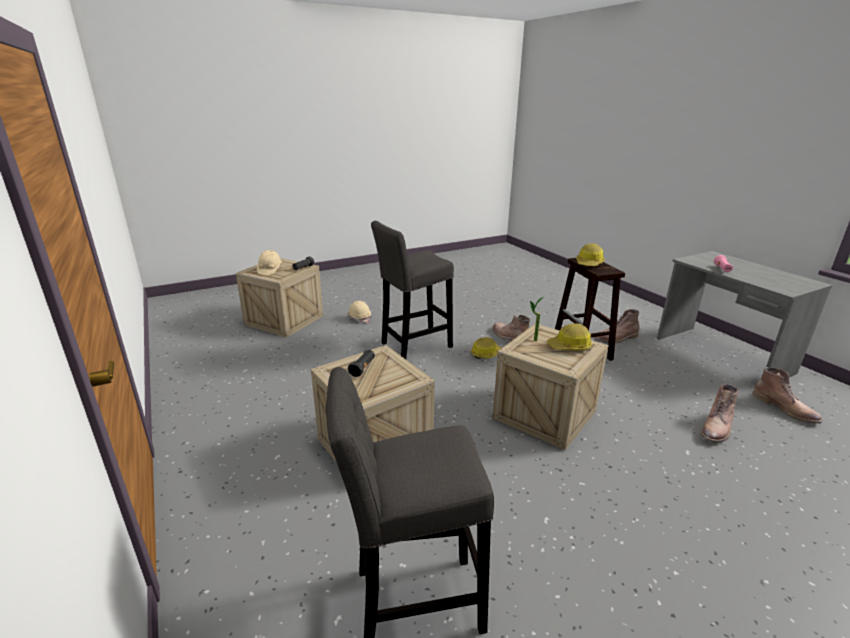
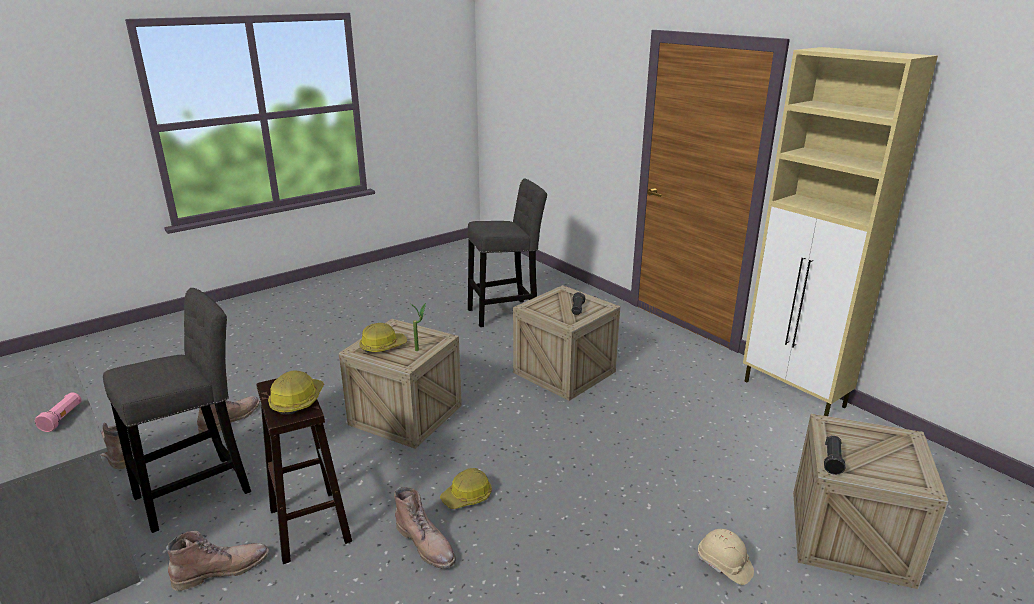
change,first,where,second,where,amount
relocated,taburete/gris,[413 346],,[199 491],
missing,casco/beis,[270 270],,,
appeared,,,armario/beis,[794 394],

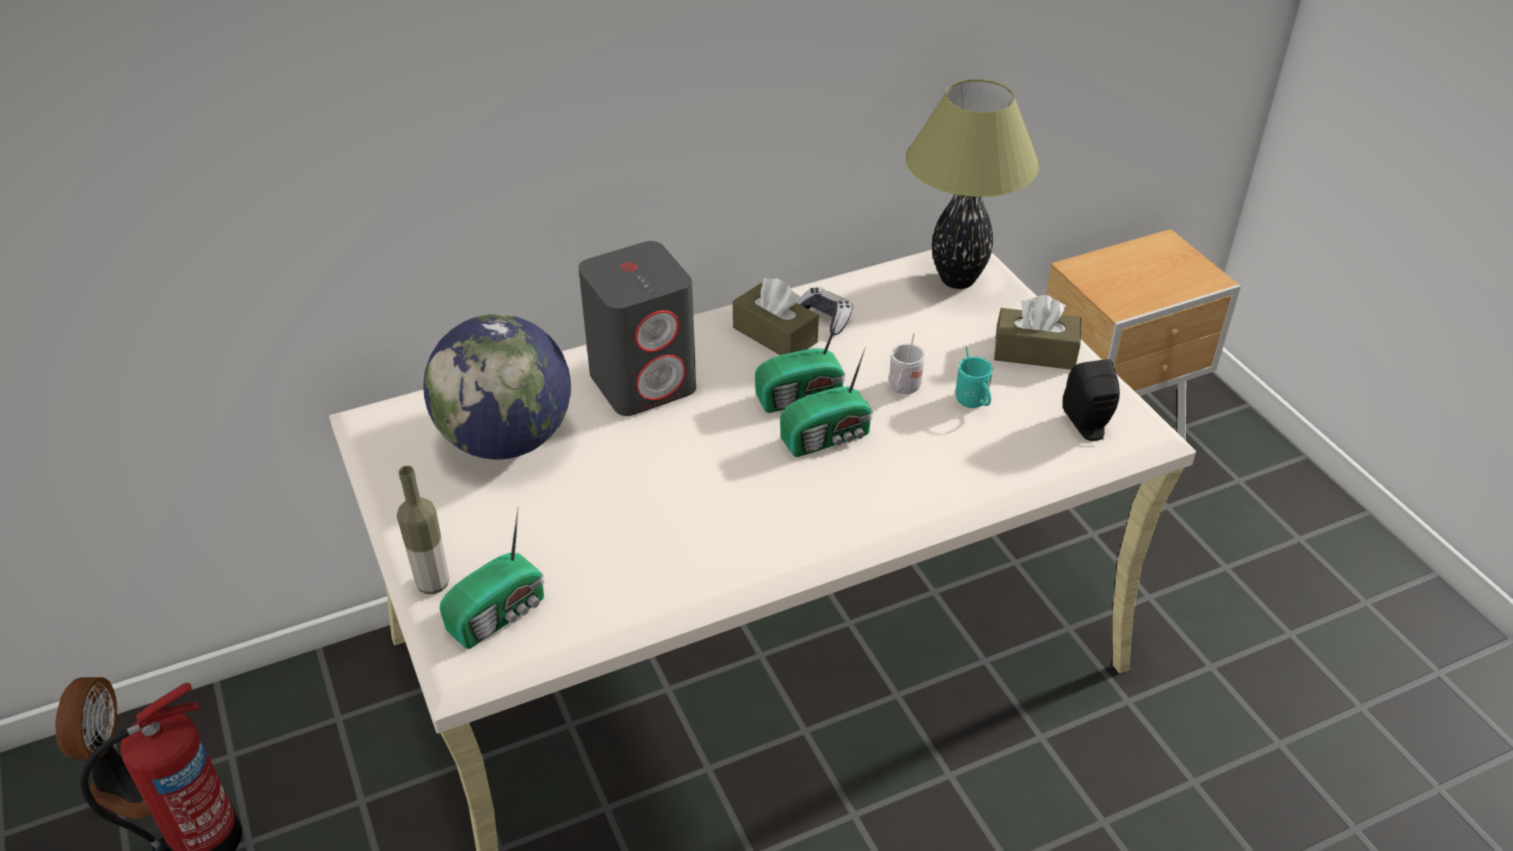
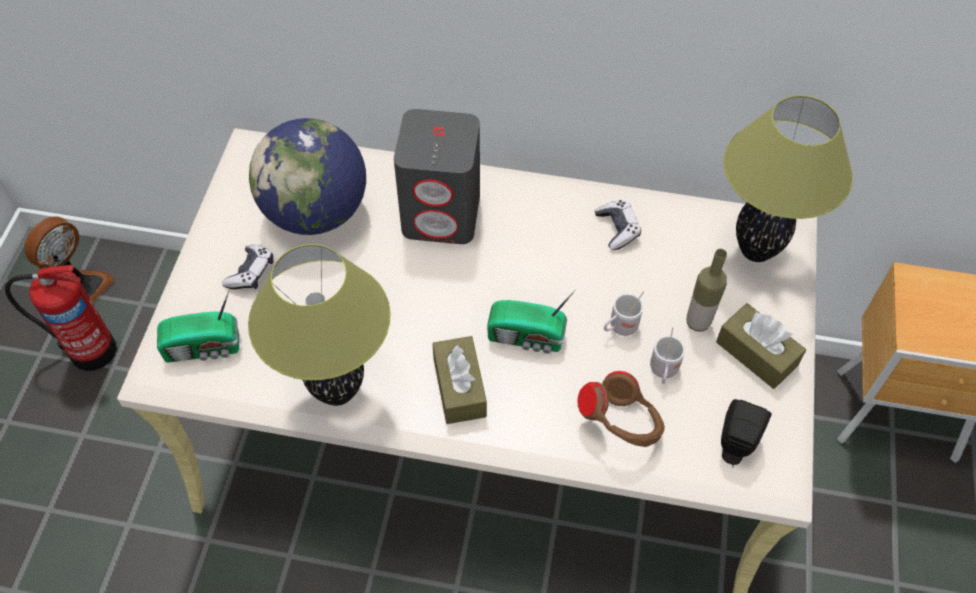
change,first,where,second,where,amount
relocated,caja de pañuelos/marrón,[775 335],,[459 387],
missing,radio,[802 397],,,
colour,taza grande/turquesa,[973 403],taza grande/blanco,[663 372],
relocated,botella,[433 584],,[698 322],
appeared,,,lámpara de mesa,[337 390],
appeared,,,mando de consola,[251 273],
appeared,,,auriculares/marrón,[621 425],

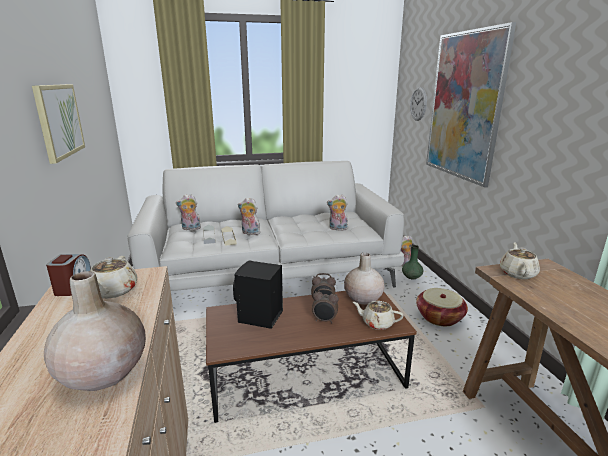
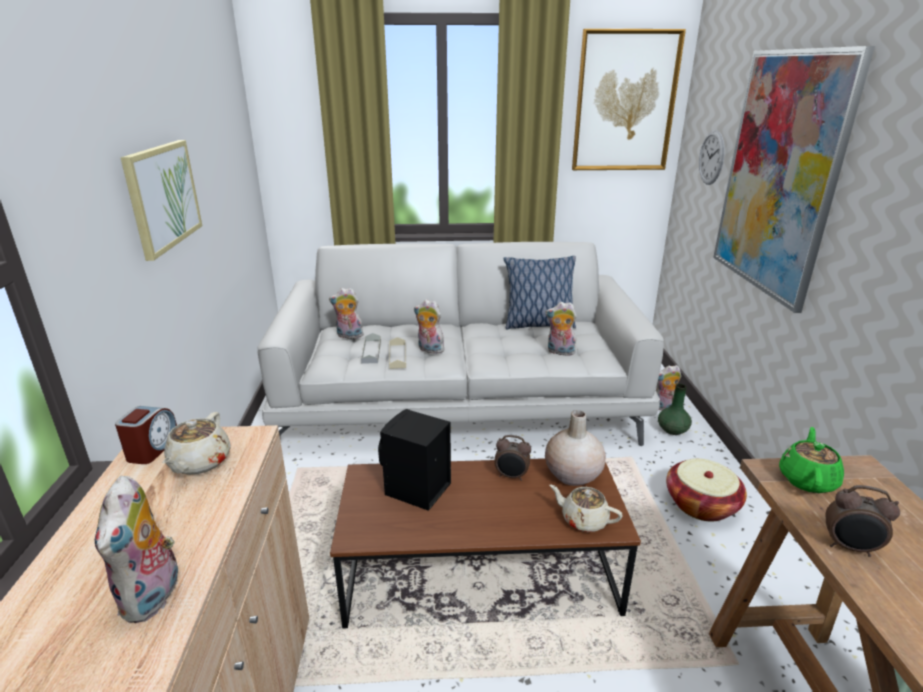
change,first,where,second,where,amount
colour,tetera/beis,[517 273],tetera/verde,[807 479],
exchanged,florero/beis,[103 372],peluche,[154 597],
relocated,despertador,[324 320],,[849 548],
appeared,,,cuadro,[625 102],
appeared,,,cojín,[538 325],

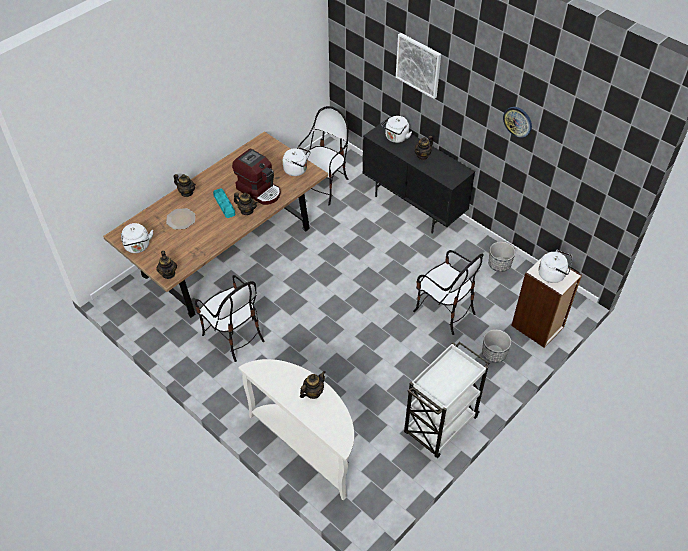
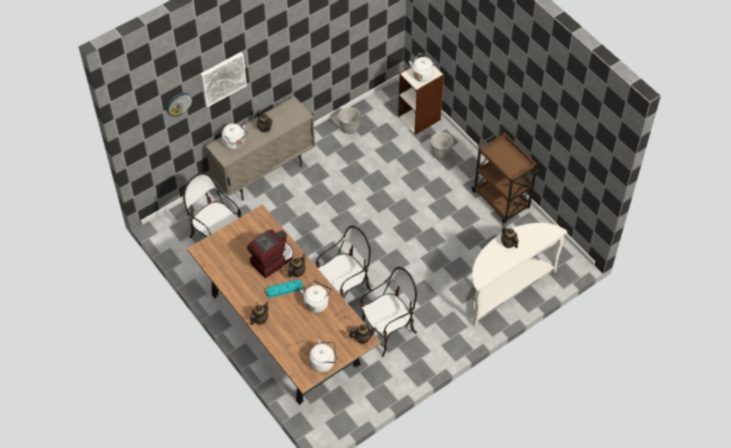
change,first,where,second,where,amount
relocated,reloj de pared,[518 121],,[178 104],
colour,armario/negro,[413 207],armario/beis,[264 173],
relocated,hervidor/blanco,[297 170],,[316 302],
missing,plato,[181 219],,,
relocated,silla,[444 311],,[345 292],
colour,carrito/blanco,[440 426],carrito/marrón,[501 201],

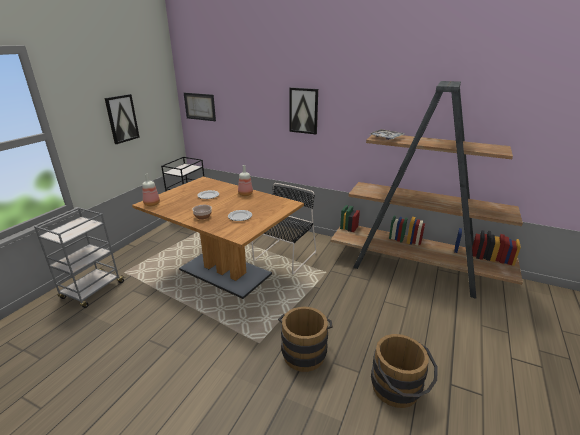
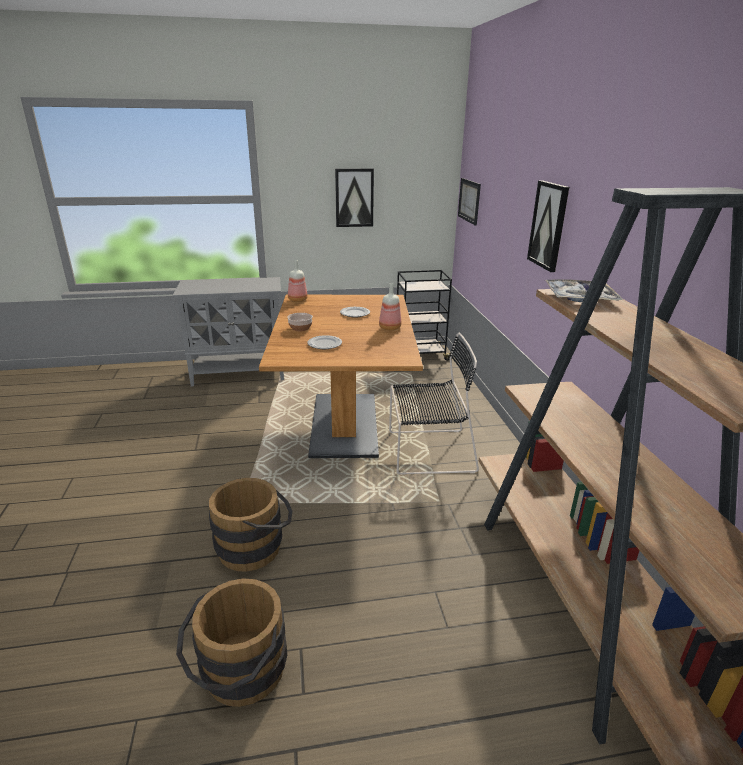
change,first,where,second,where,amount
exchanged,carrito/gris,[92 291],armario/gris,[240 374],

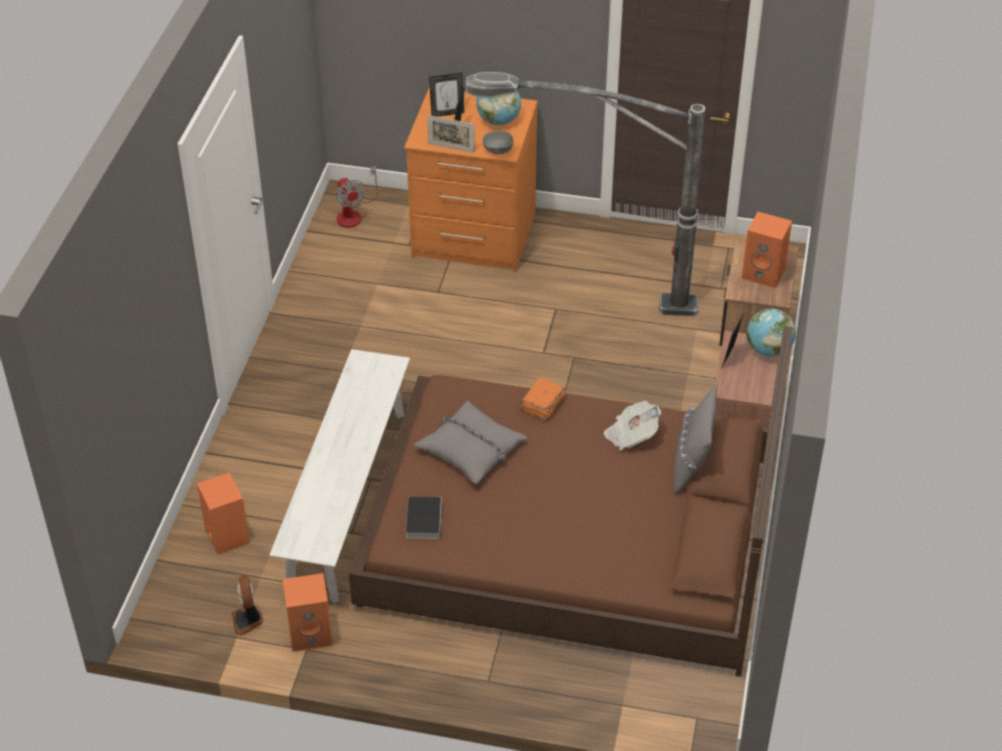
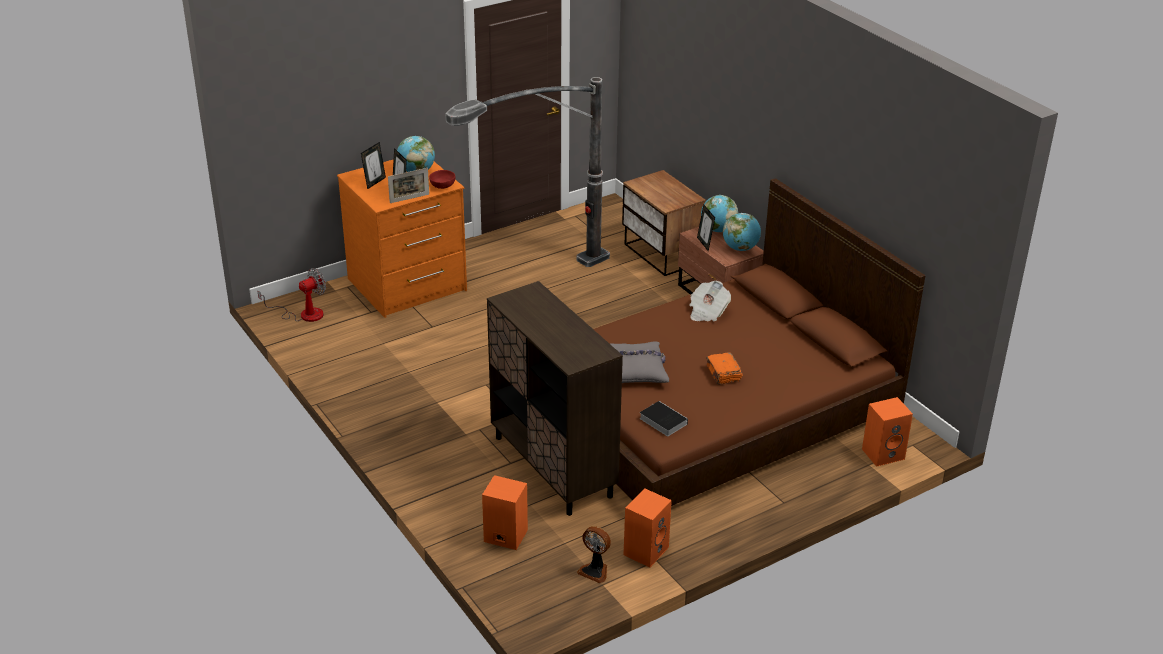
change,first,where,second,where,amount
colour,cuenco/gris,[497 151],cuenco/rojo,[442 187],
spun,ventilador,[353 214],,[303 314],60 degrees counterclockwise
relocated,altavoz/naranja,[764 273],,[883 453],
exchanged,banco/blanco,[348 499],armario/marrón,[553 467],
relocated,libro/naranja,[542 404],,[723 374],
missing,cojín/gris,[692 466],,,
appeared,,,globo terráqueo,[740 248],

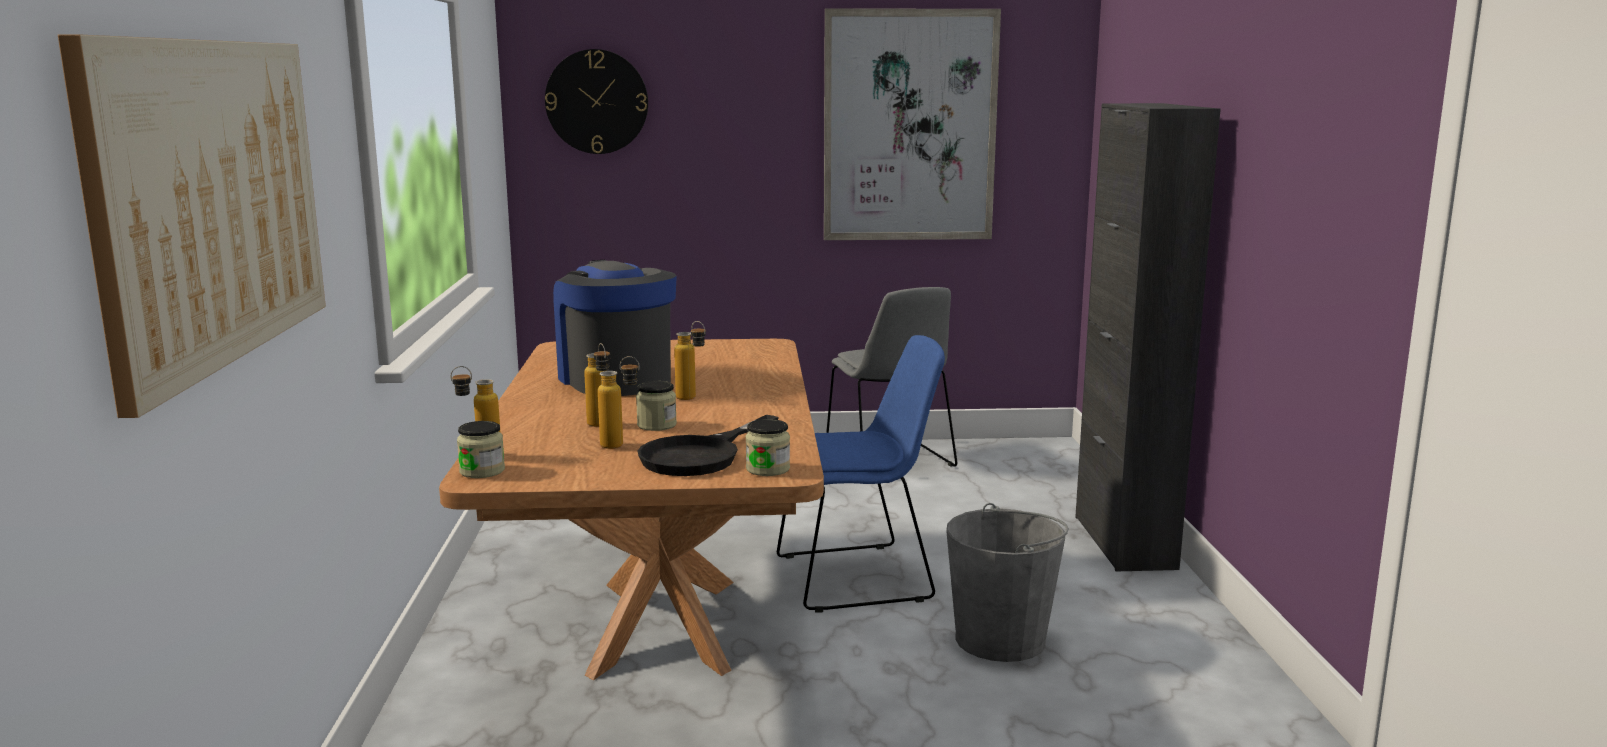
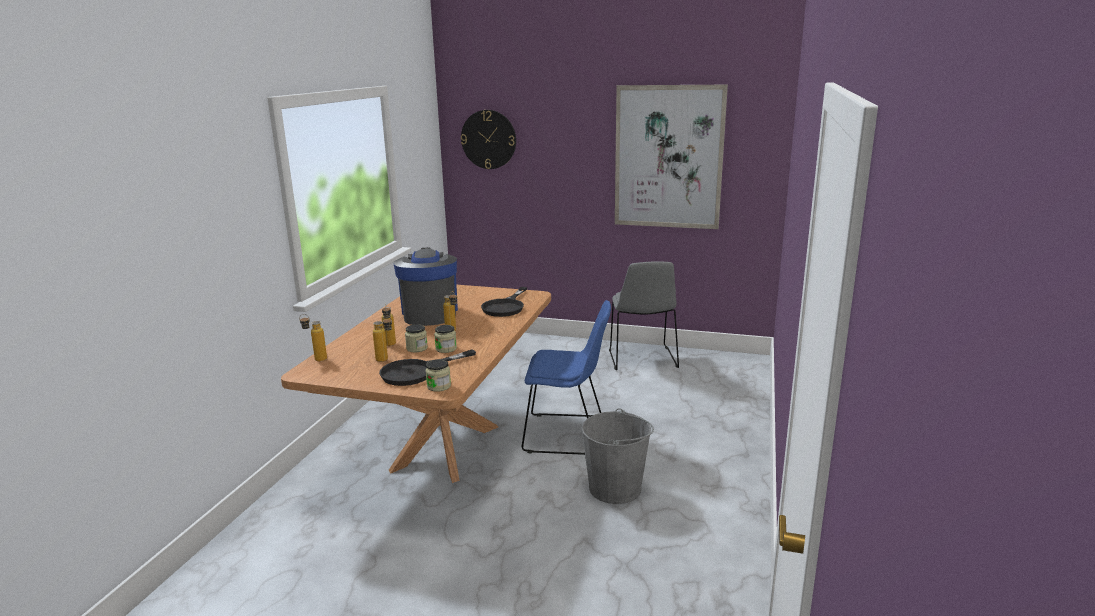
change,first,where,second,where,amount
missing,cuadro,[213 201],,,
missing,armario/negro,[1124 542],,,
relocated,tarro,[482 471],,[446 349],
appeared,,,sartén/negro,[506 307],

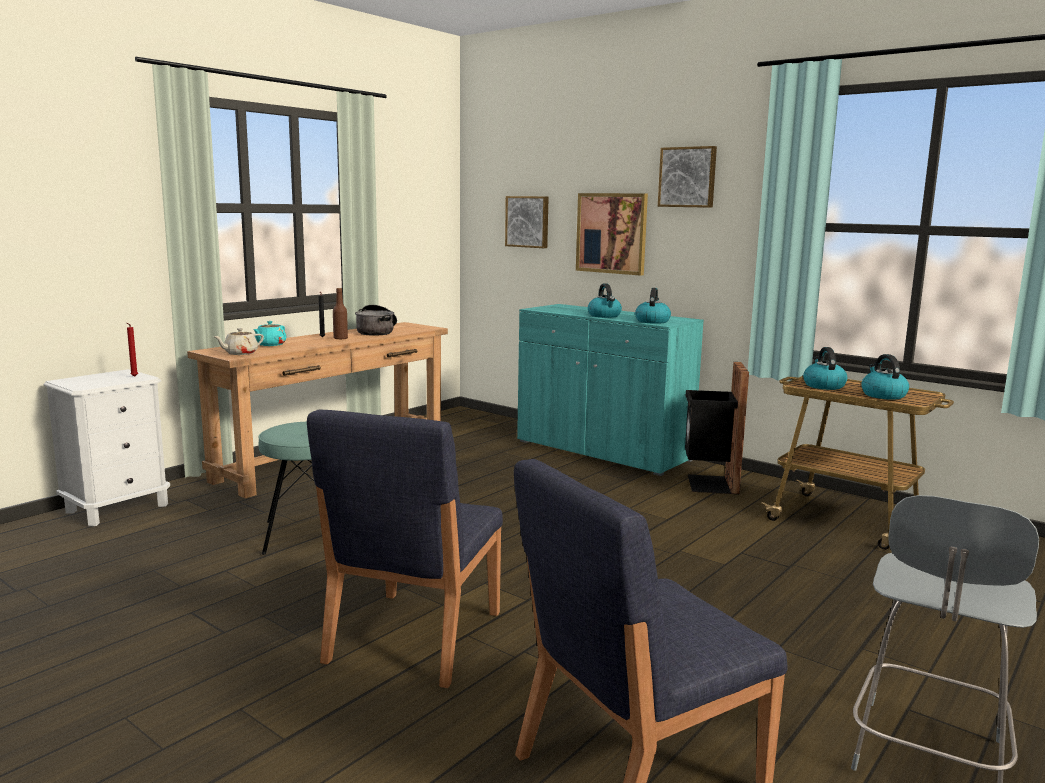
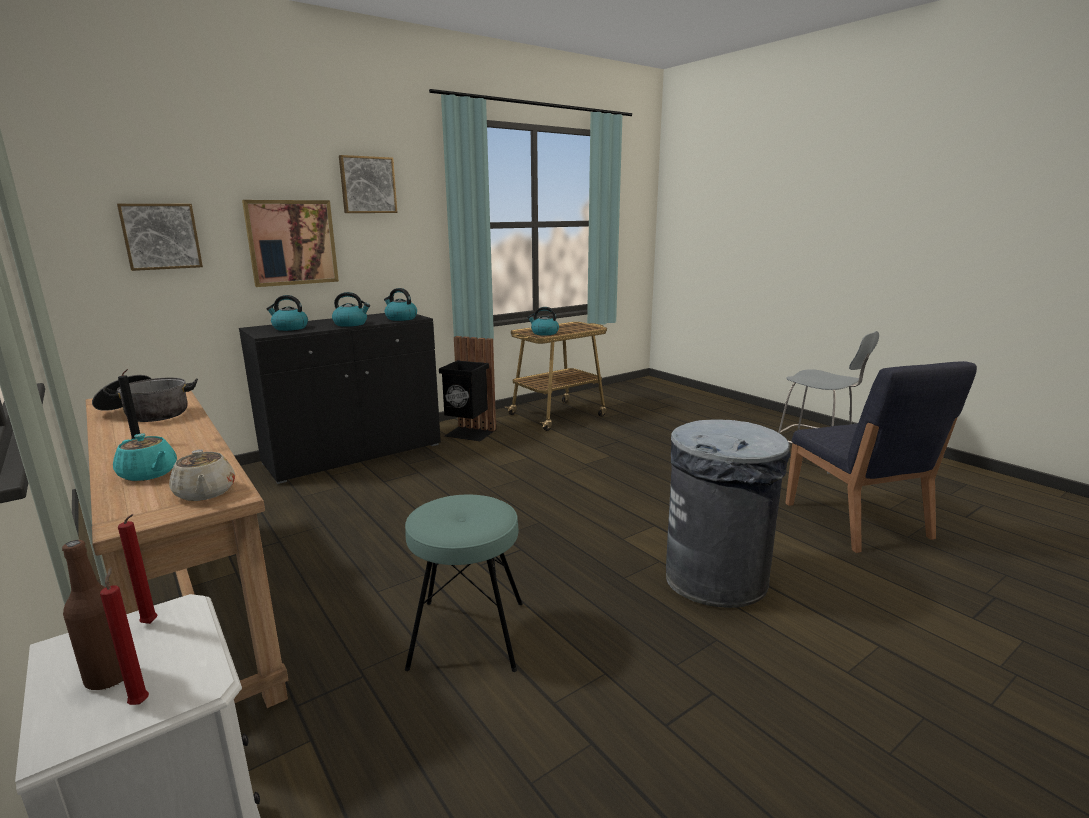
change,first,where,second,where,amount
relocated,botella/marrón,[340 338],,[110 677],
colour,armario/turquesa,[602 451],armario/negro,[354 454],
relocated,hervidor,[882 395],,[289 328],
exchanged,silla/azul,[413 637],papelera/gris,[716 578],
appeared,,,vela/rojo,[140 701],

